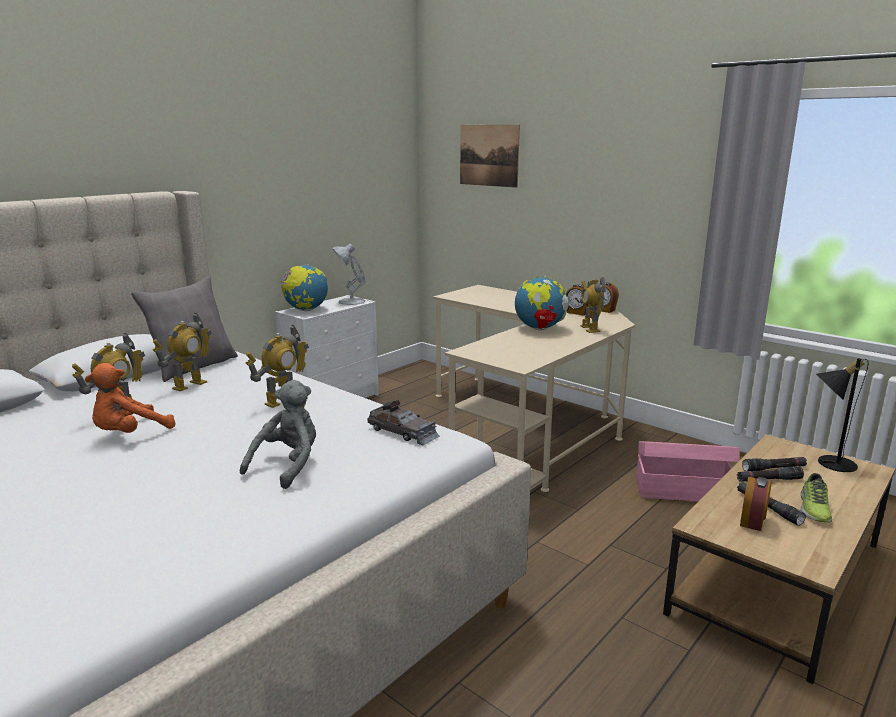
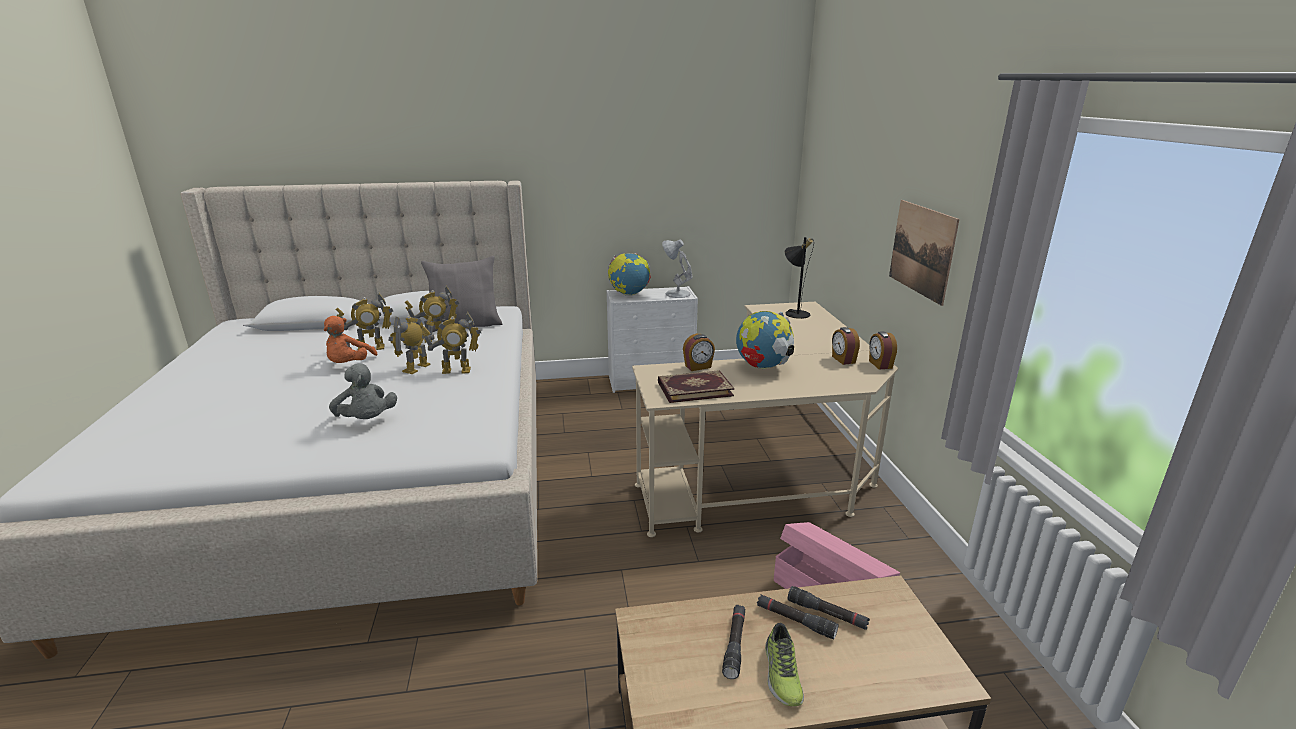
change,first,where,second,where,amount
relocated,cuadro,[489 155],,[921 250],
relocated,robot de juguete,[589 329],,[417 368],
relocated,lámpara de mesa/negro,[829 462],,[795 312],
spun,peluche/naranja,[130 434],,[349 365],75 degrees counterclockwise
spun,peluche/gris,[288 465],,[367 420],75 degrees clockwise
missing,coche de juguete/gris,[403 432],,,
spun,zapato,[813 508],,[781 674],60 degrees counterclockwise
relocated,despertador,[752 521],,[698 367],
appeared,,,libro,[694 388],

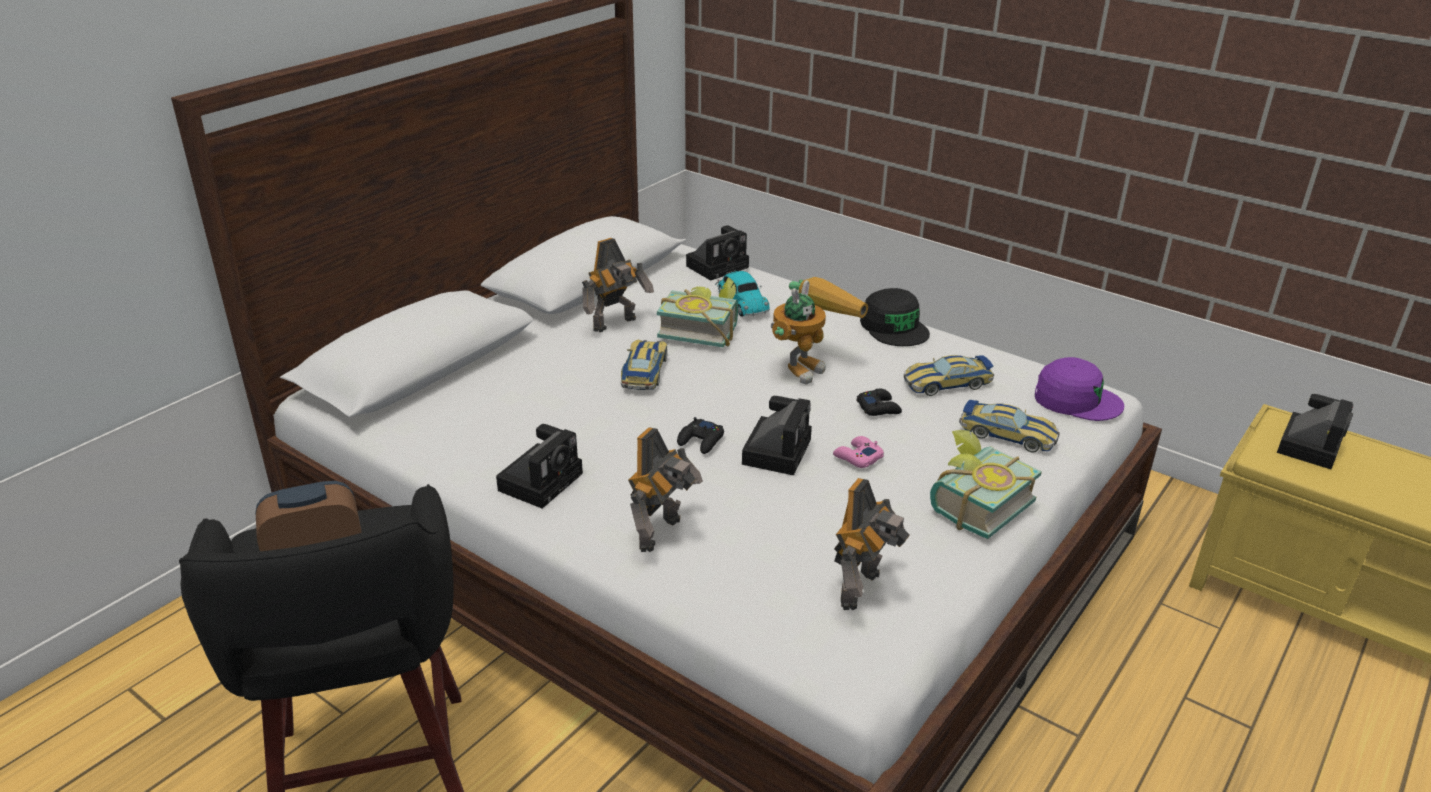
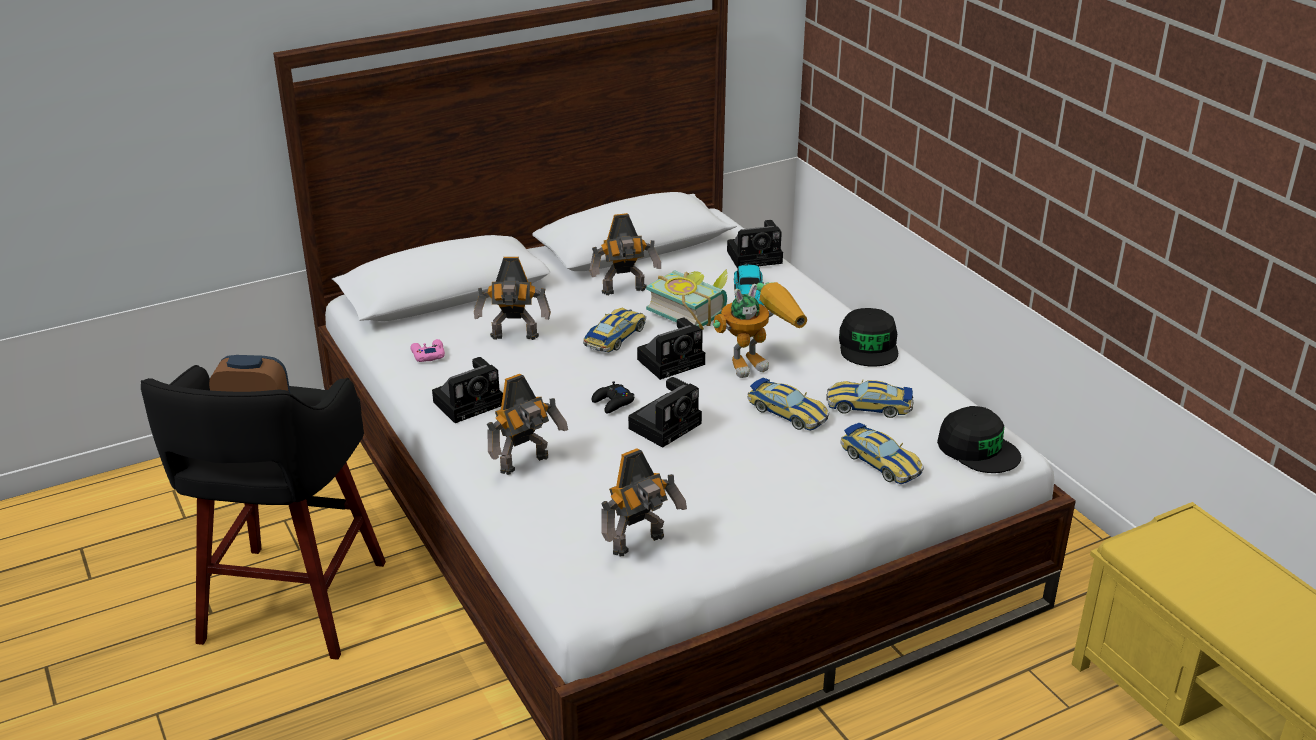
change,first,where,second,where,amount
colour,gorra/morado,[1076 400],gorra/negro,[978 449],
exchanged,mando de consola/negro,[878 408],coche de juguete,[787 412],
relocated,cámara,[1309 444],,[673 361],
missing,libro,[972 504],,,
relocated,mando de consola/rosa,[857 457],,[428 355],
appeared,,,robot de juguete,[514 338],

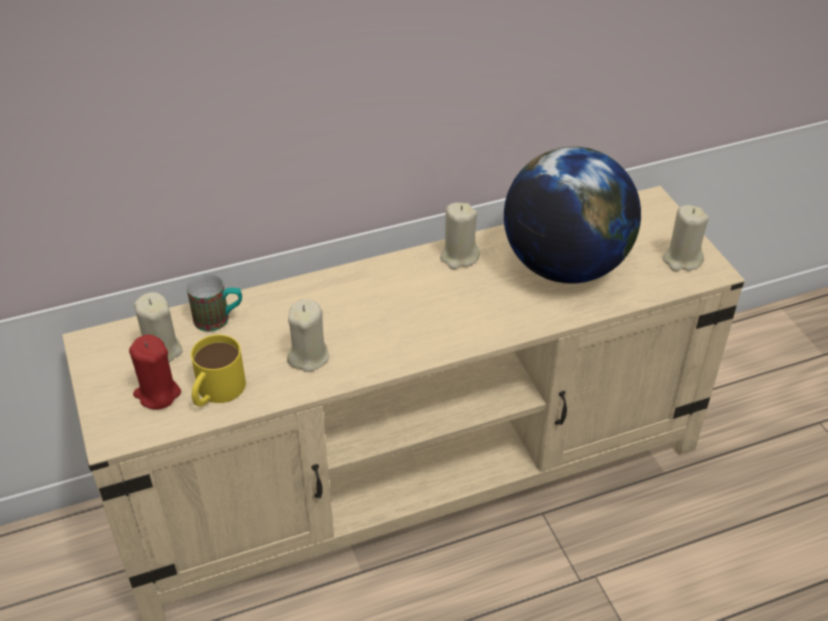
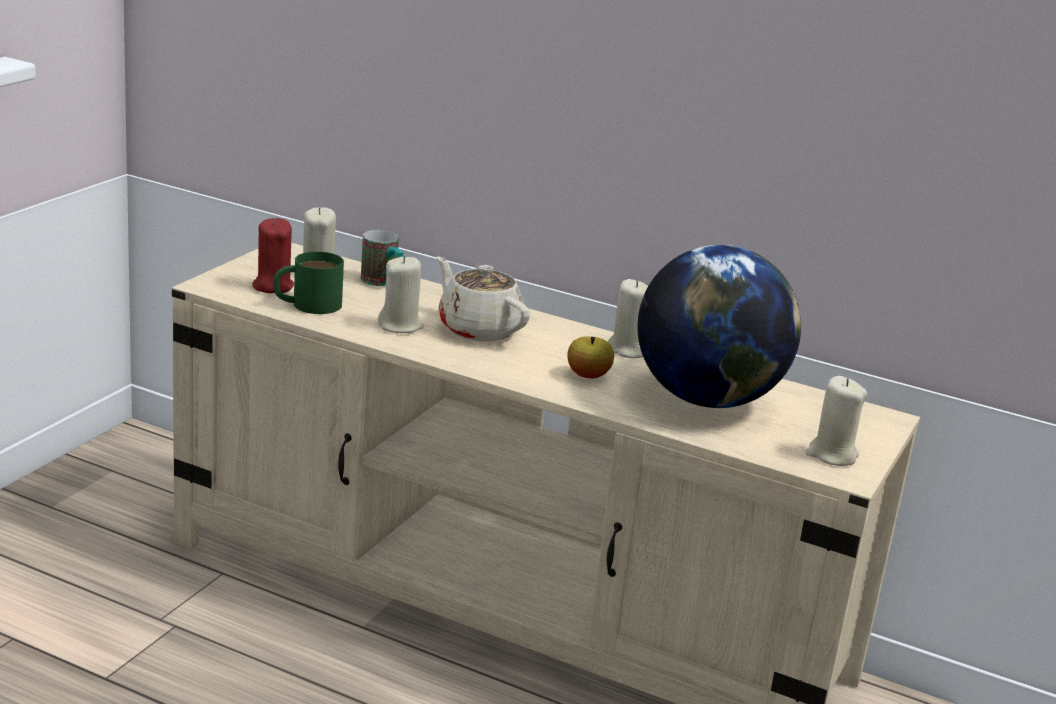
change,first,where,second,where,amount
colour,taza grande/amarillo,[216 392],taza grande/verde,[307 305],
appeared,,,tetera/beis,[478 329],
appeared,,,manzana,[588 375],

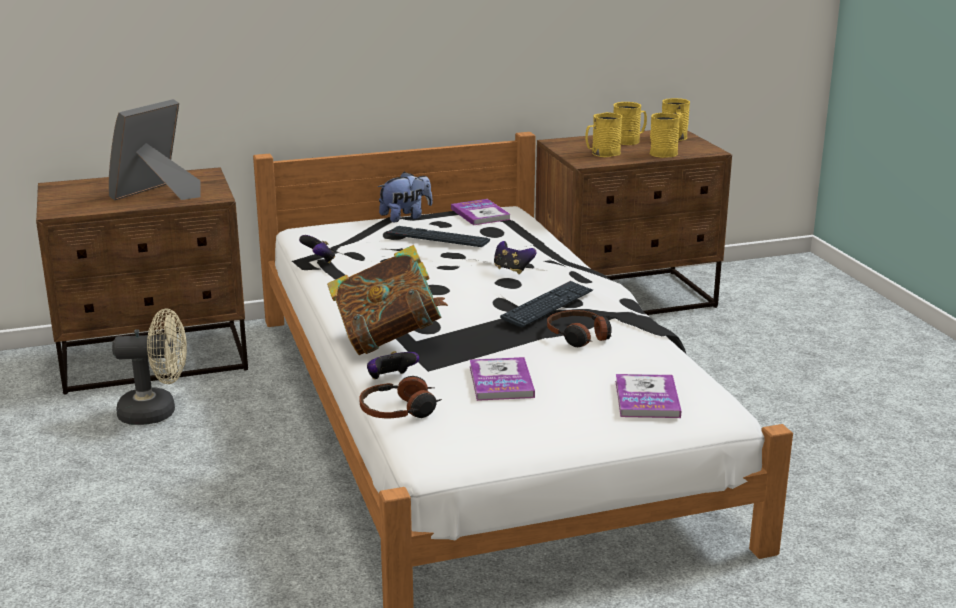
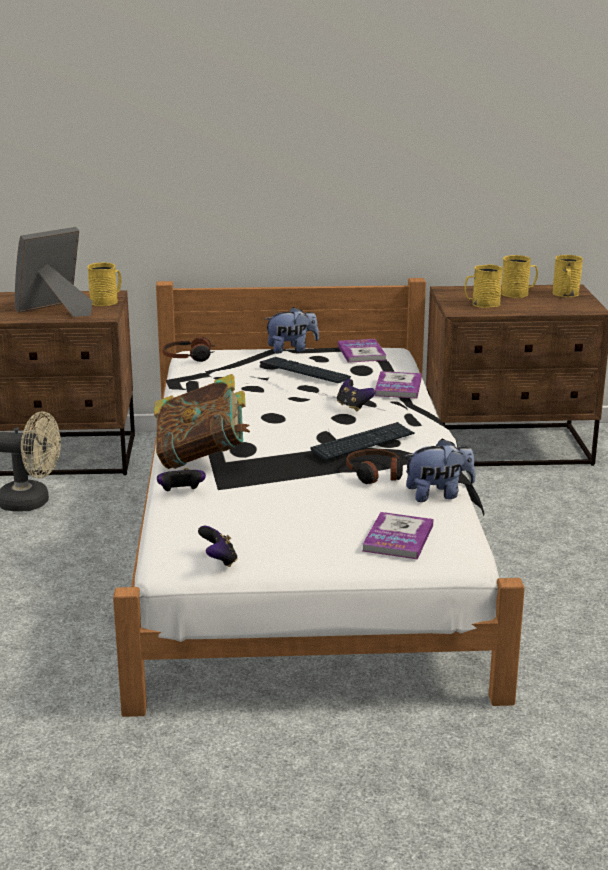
change,first,where,second,where,amount
relocated,taza grande/amarillo,[664 152],,[107 301],
relocated,mando de consola,[319 261],,[219 561],
relocated,libro,[501 381],,[398 387],
relocated,auriculares,[400 411],,[189 357],
appeared,,,peluche,[438 494],

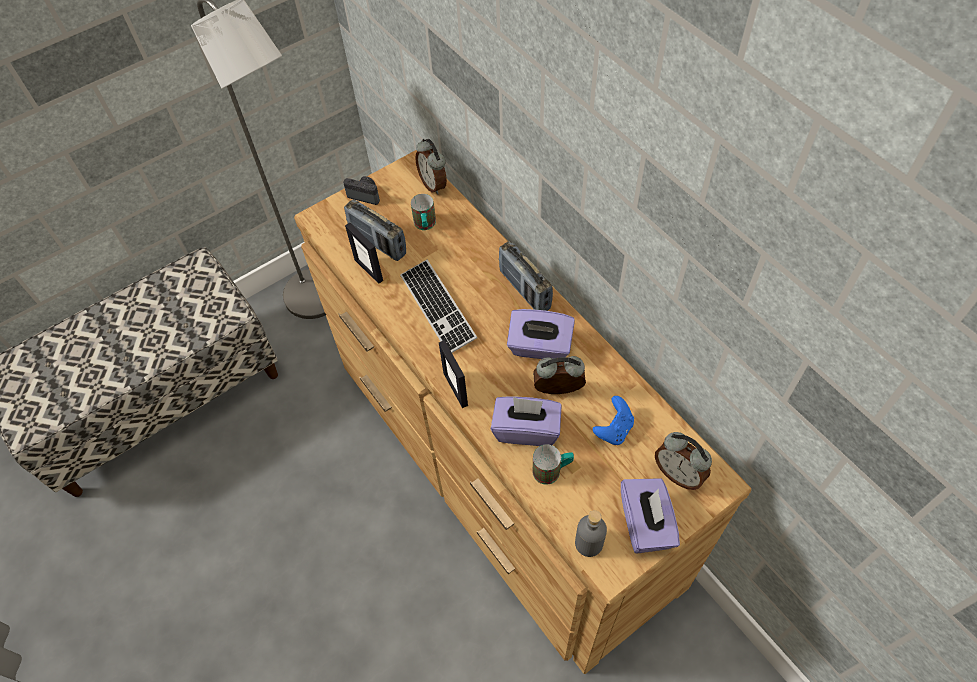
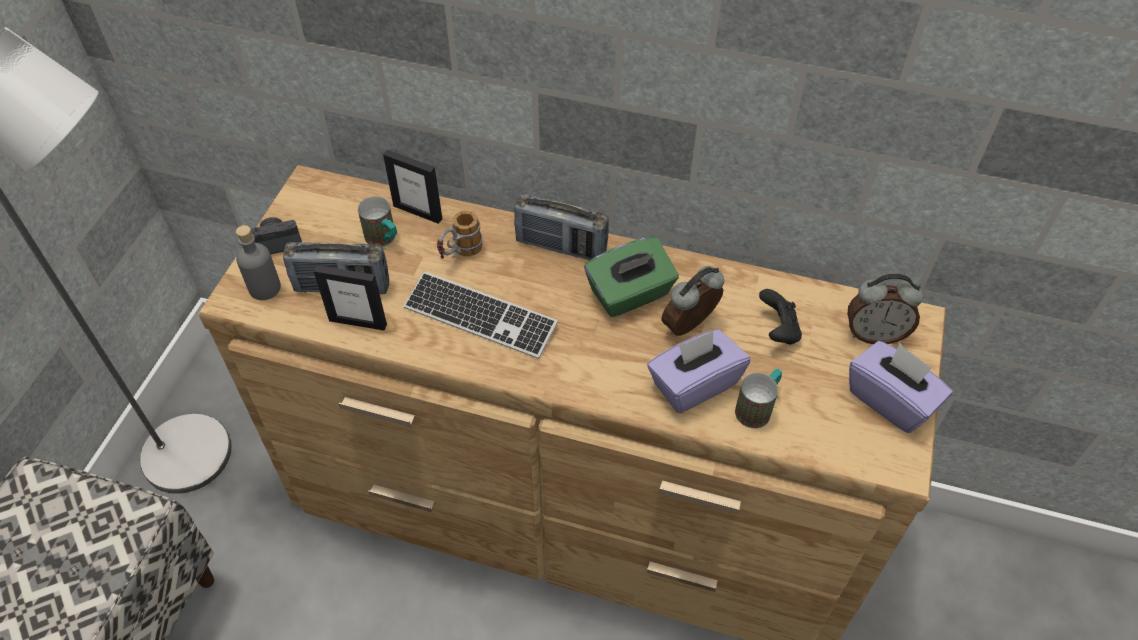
change,first,where,second,where,amount
missing,despertador,[434 184],,,
colour,caja de pañuelos/morado,[540 347],caja de pañuelos/verde,[630 294],
relocated,portarretratos,[456 389],,[418 212],
colour,mando de consola/azul,[614 429],mando de consola/negro,[778 330],
relocated,botella/gris,[589 543],,[265 288],
appeared,,,taza grande,[460 255],

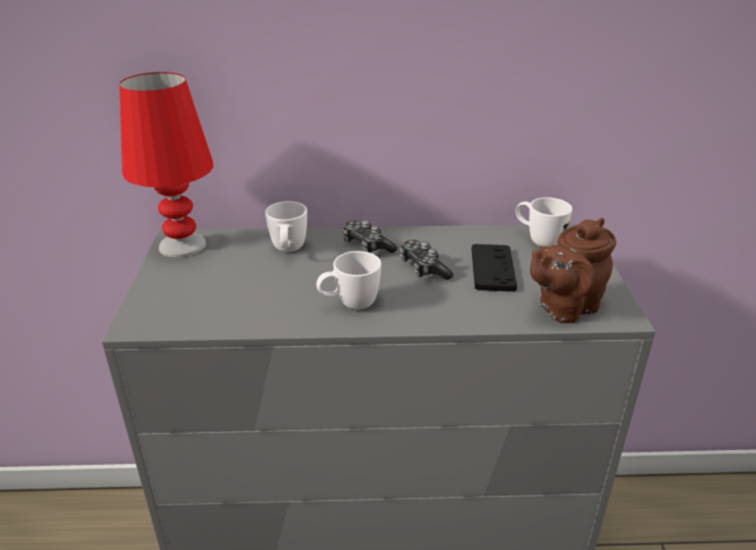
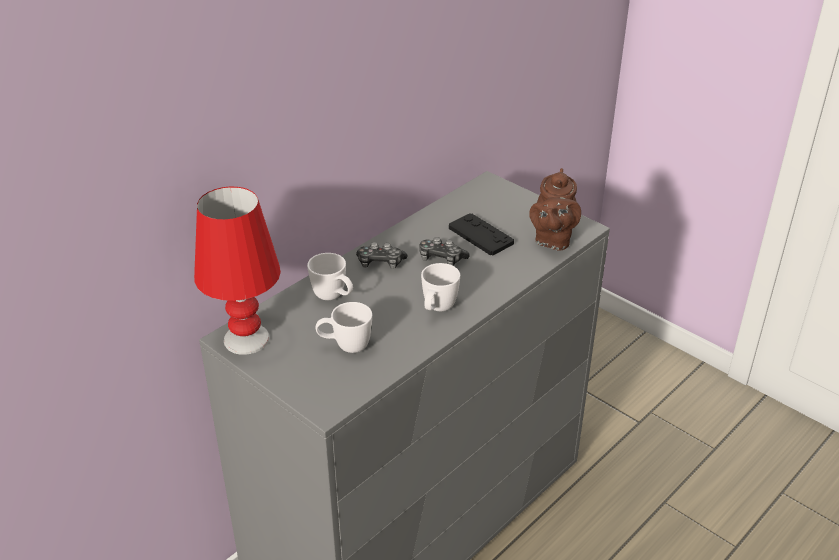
change,first,where,second,where,amount
relocated,taza grande/blanco,[538 240],,[345 346],

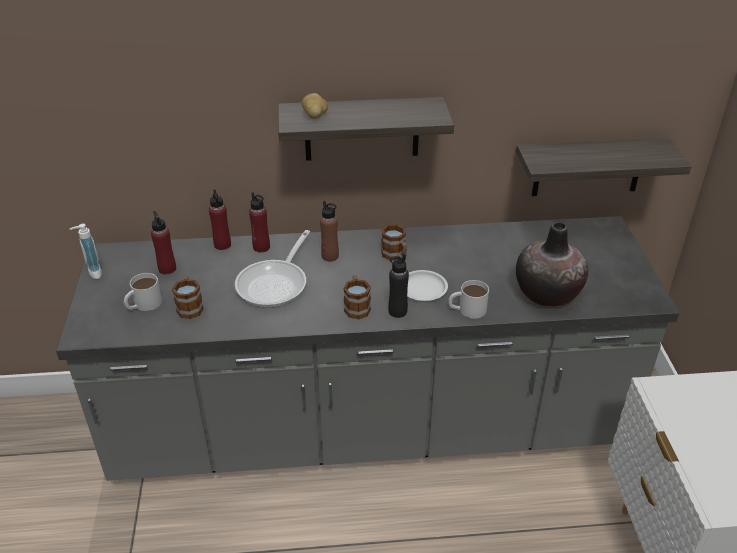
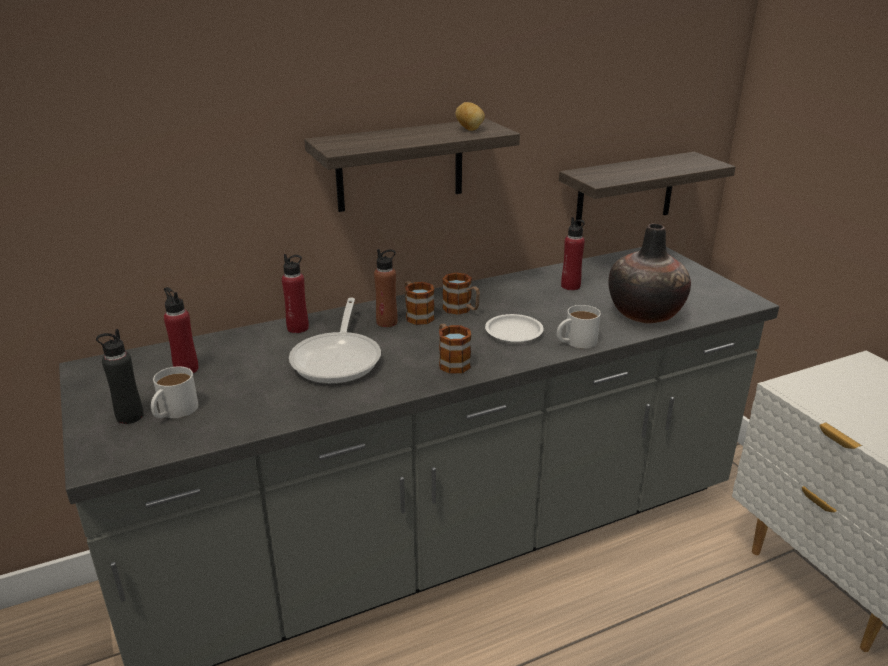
change,first,where,second,where,amount
relocated,patata,[315 116],,[470 129],
relocated,botella/rojo,[222 245],,[570 286],
missing,dispensador de jabón,[92 273],,,
relocated,botella/negro,[397 311],,[129 416],
relocated,taza grande,[190 306],,[416 315],

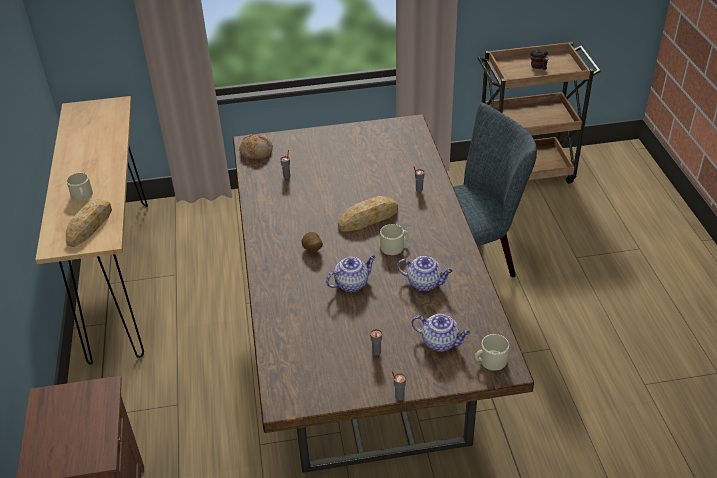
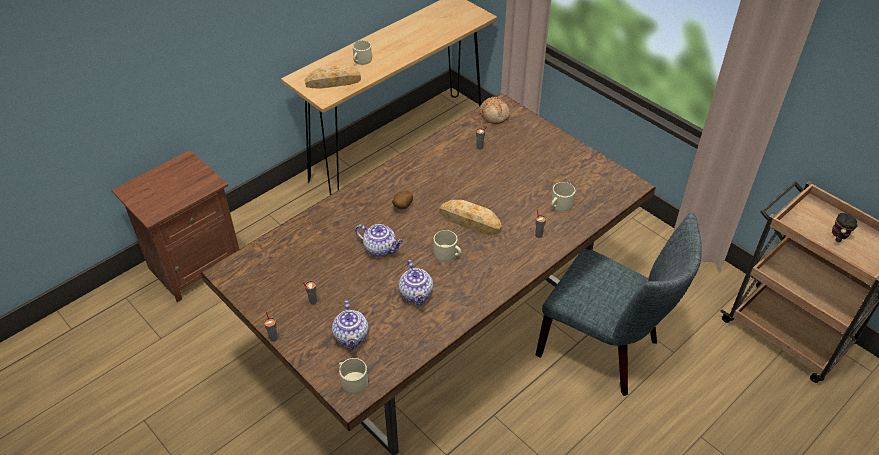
change,first,where,second,where,amount
appeared,,,taza grande/beis,[559 205],

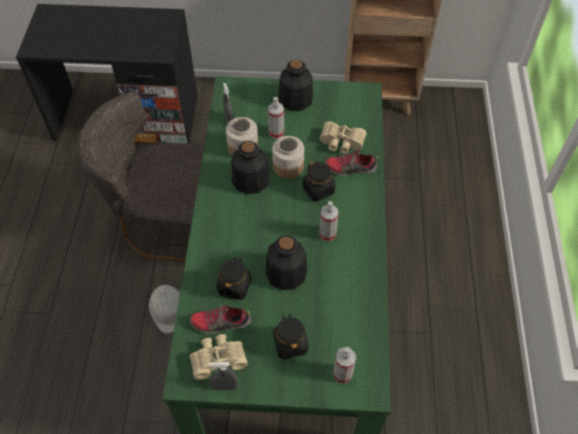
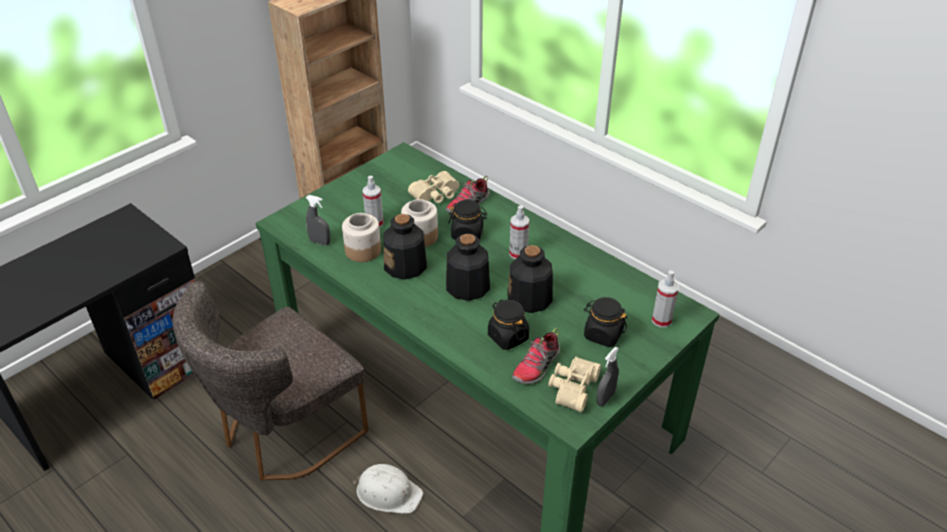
change,first,where,second,where,amount
relocated,botella,[295 99],,[467 287],

